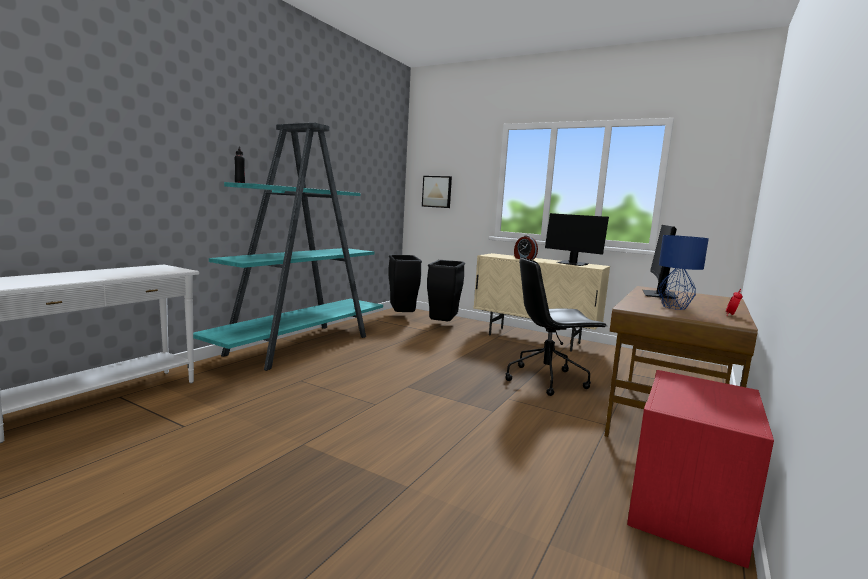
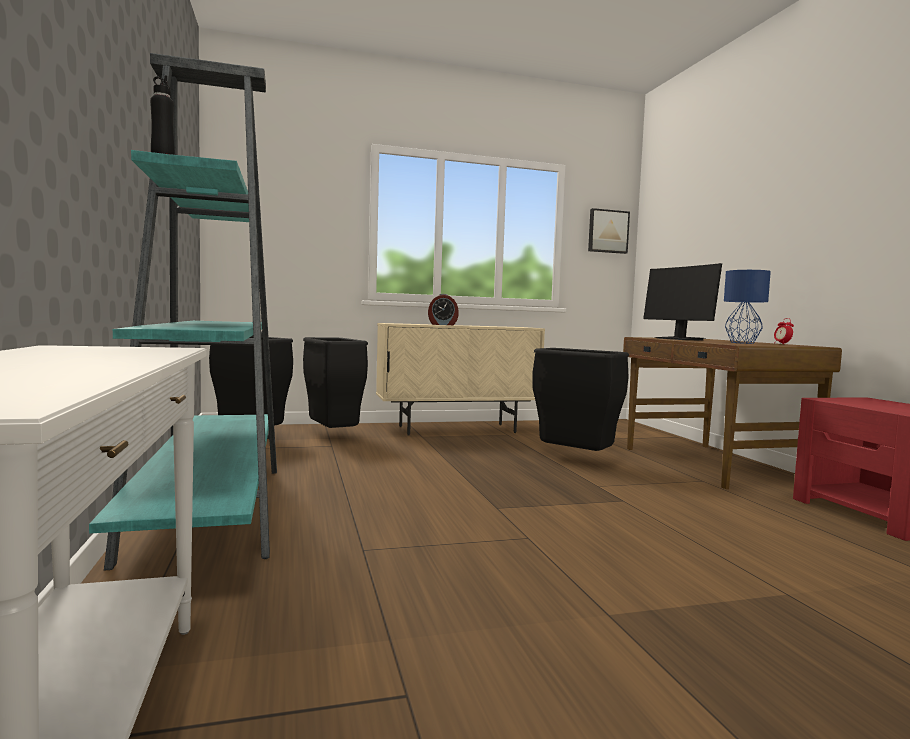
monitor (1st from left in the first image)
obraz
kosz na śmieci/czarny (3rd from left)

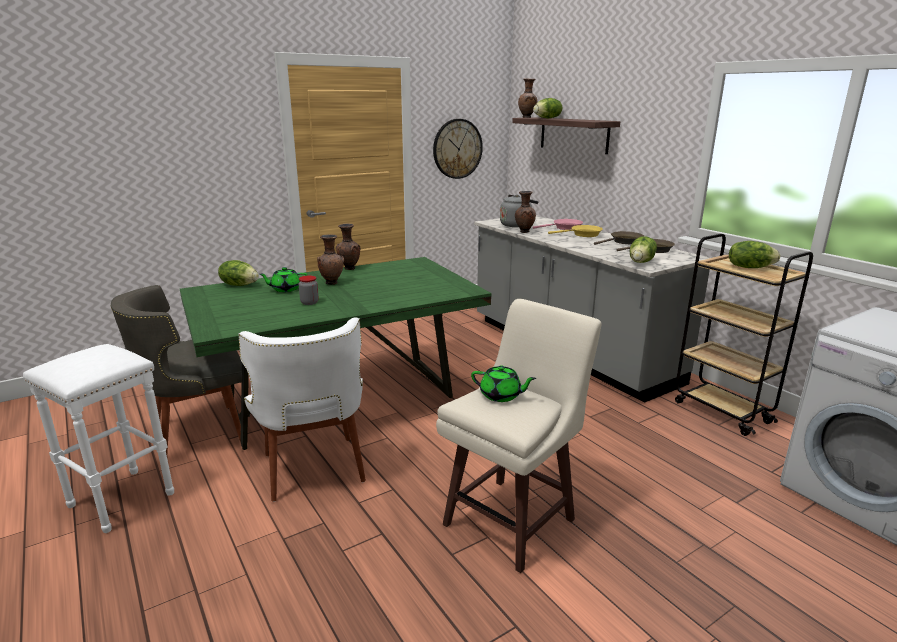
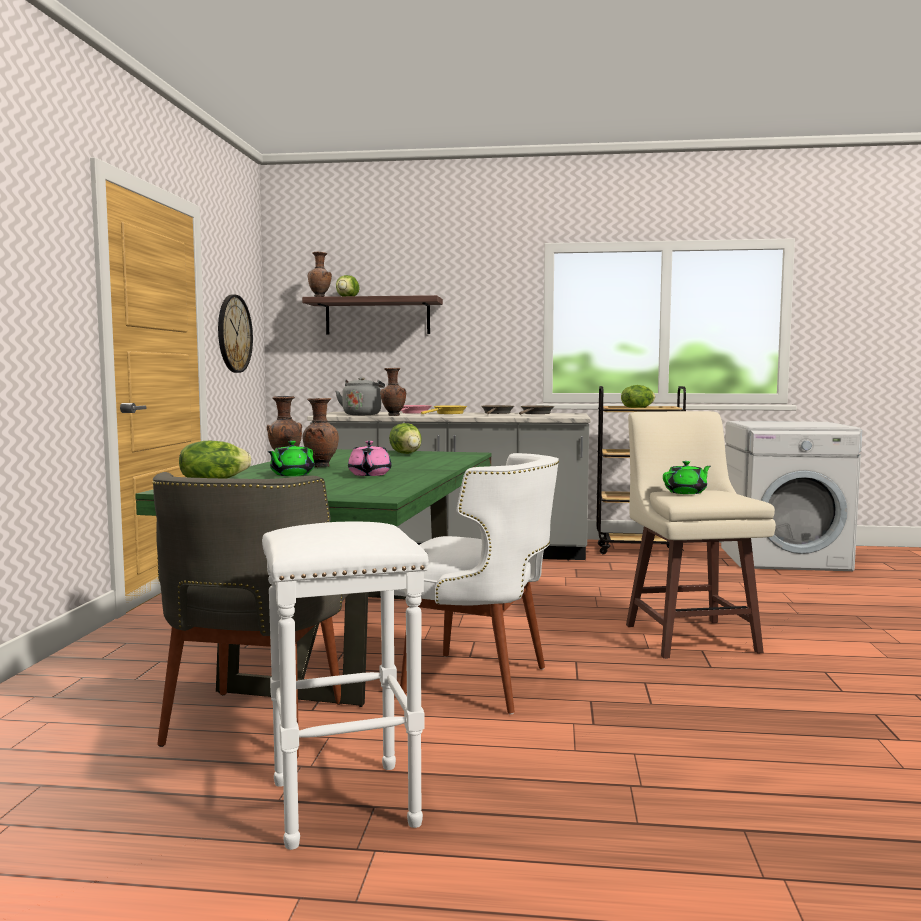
sałata (3rd from left)
imbryk/różowy

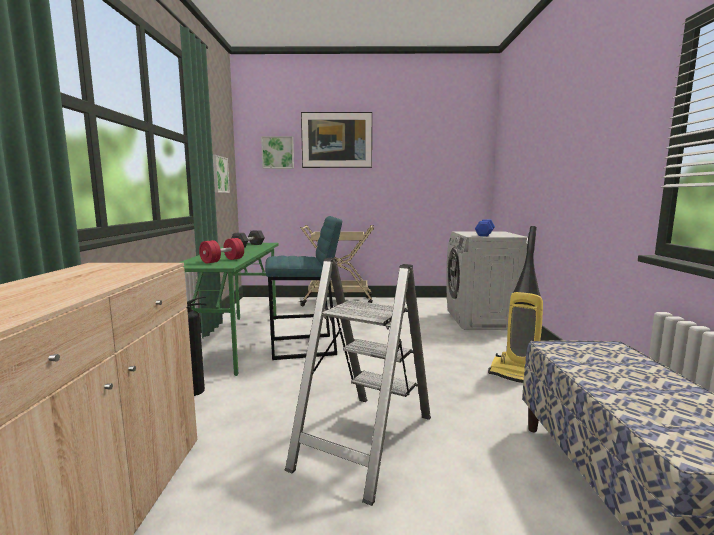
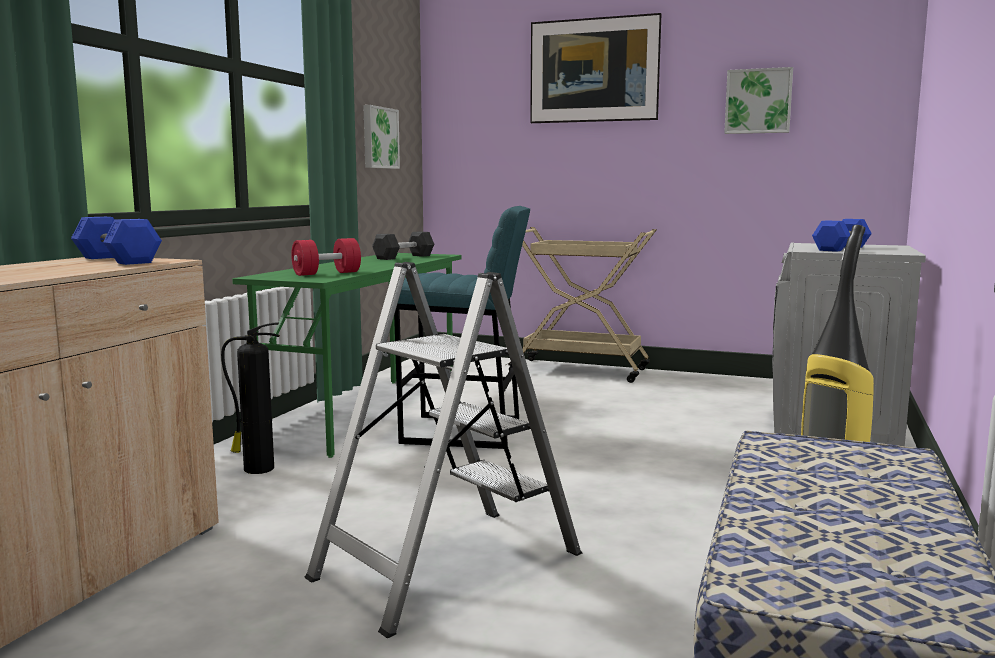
hantel/niebieski (1st from left)
obraz (3rd from left)

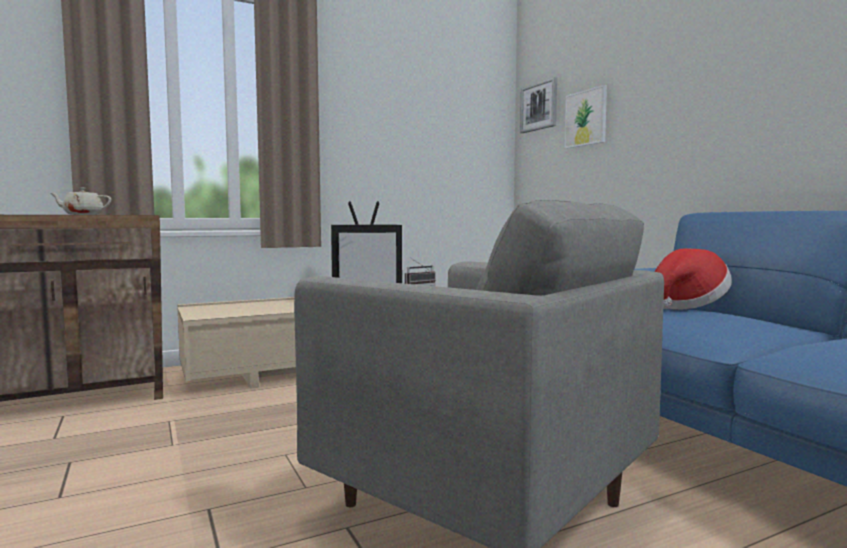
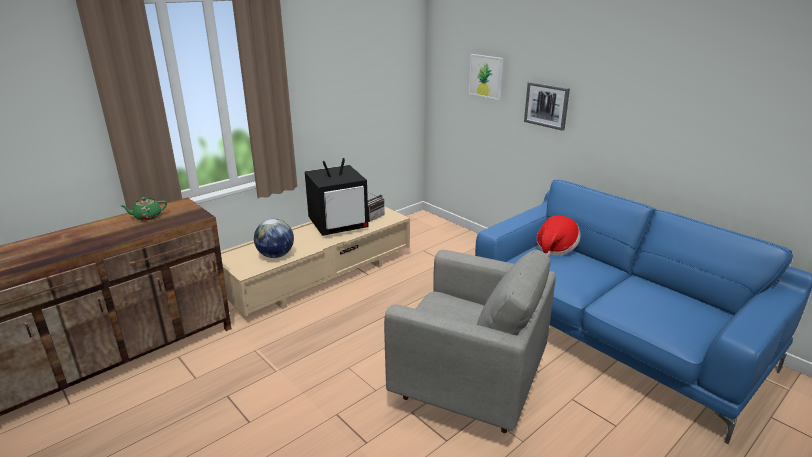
globus
obraz (2nd from left)
imbryk/zielony

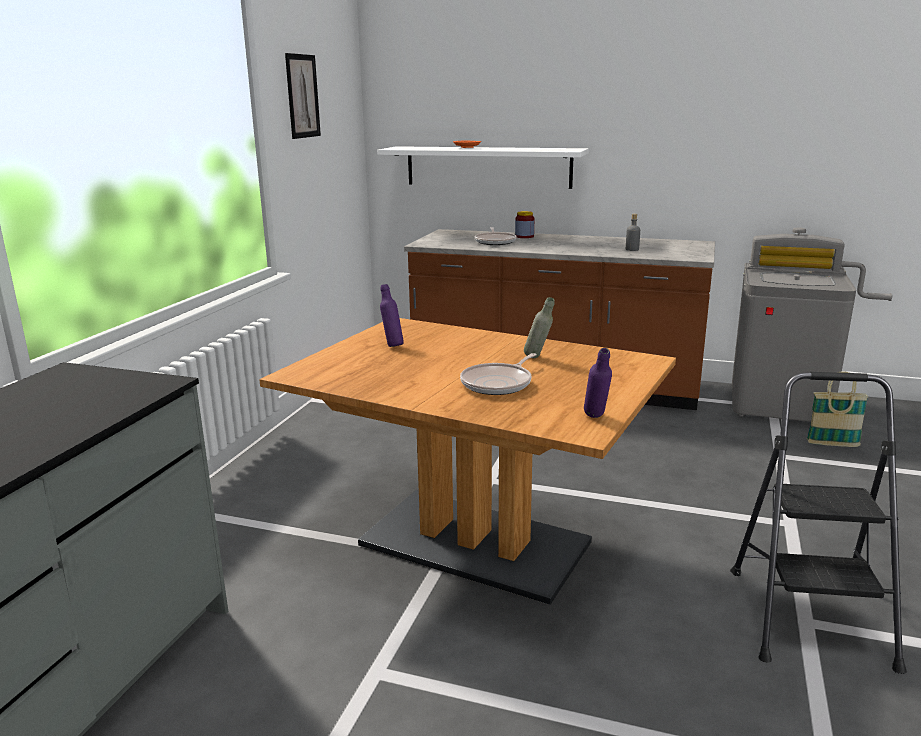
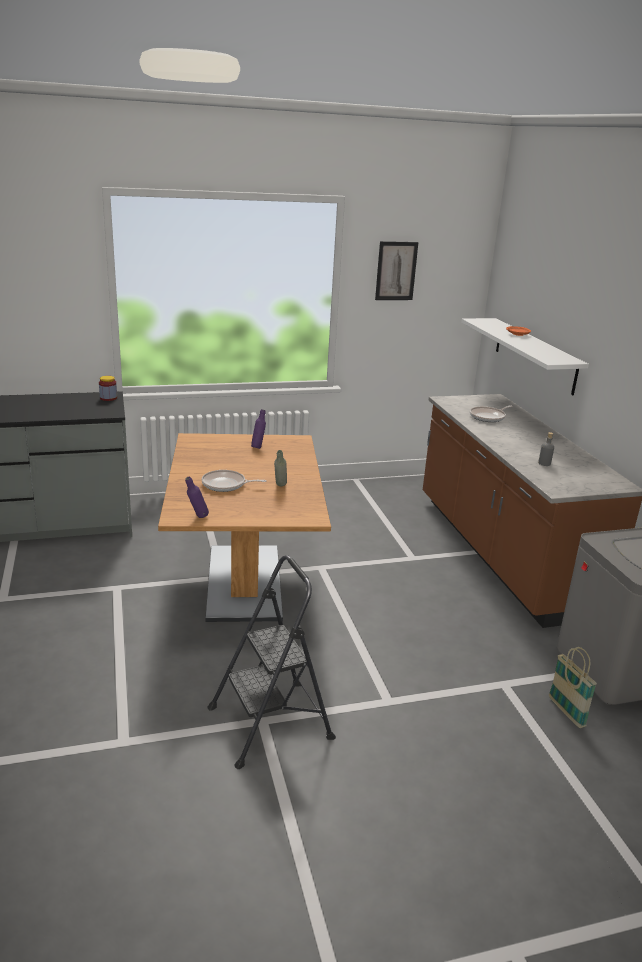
słoik

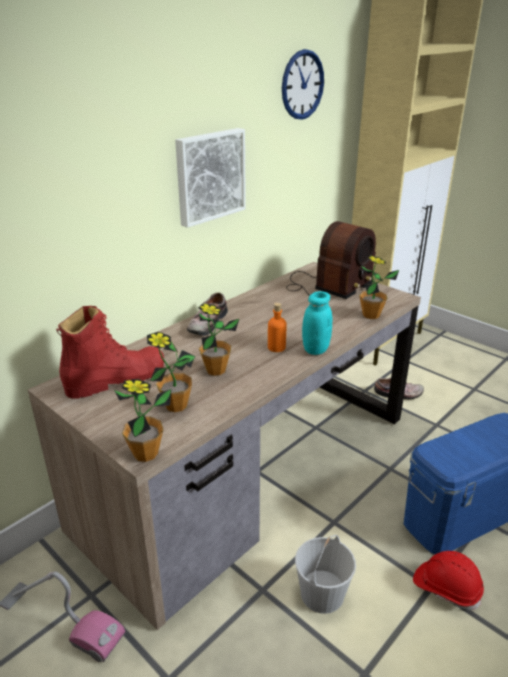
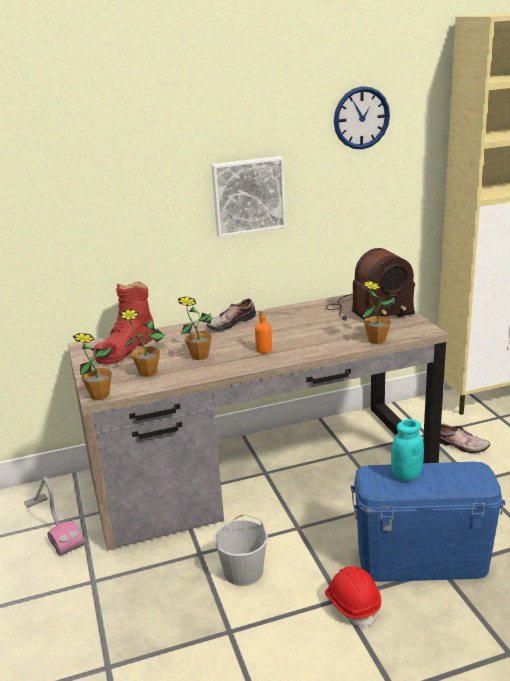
słoik/turkusowy
but z cholewką/czerwony

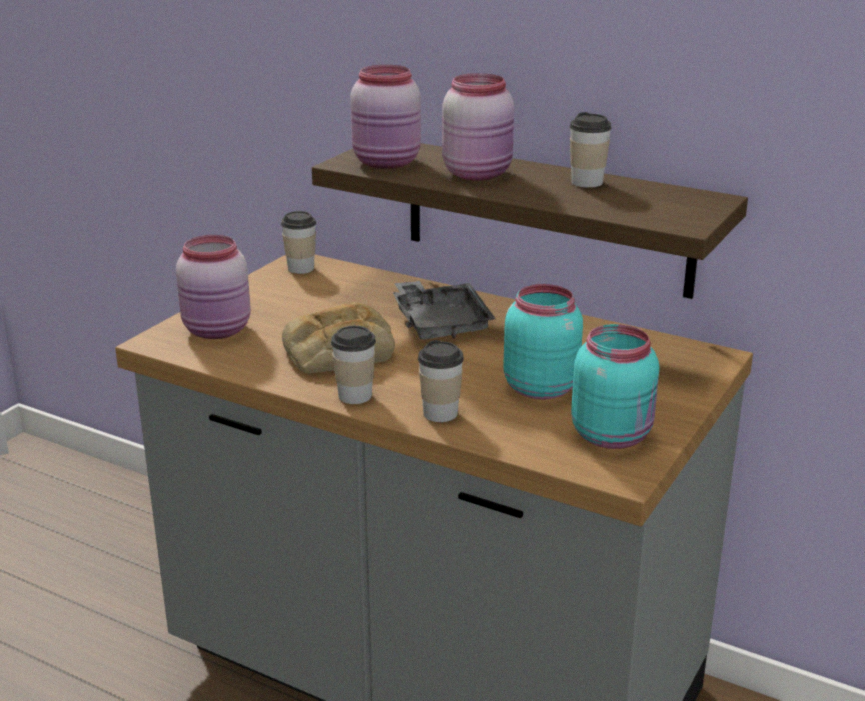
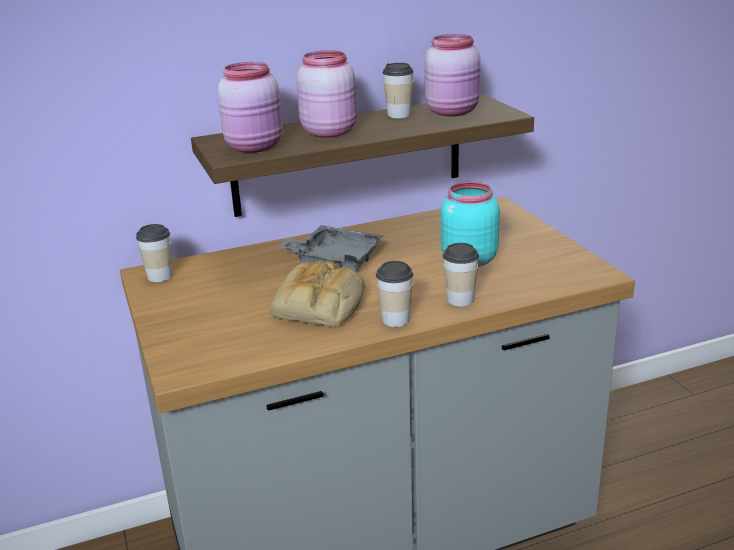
słoik/turkusowy (2nd from left in the first image)
słoik/różowy (3rd from left)

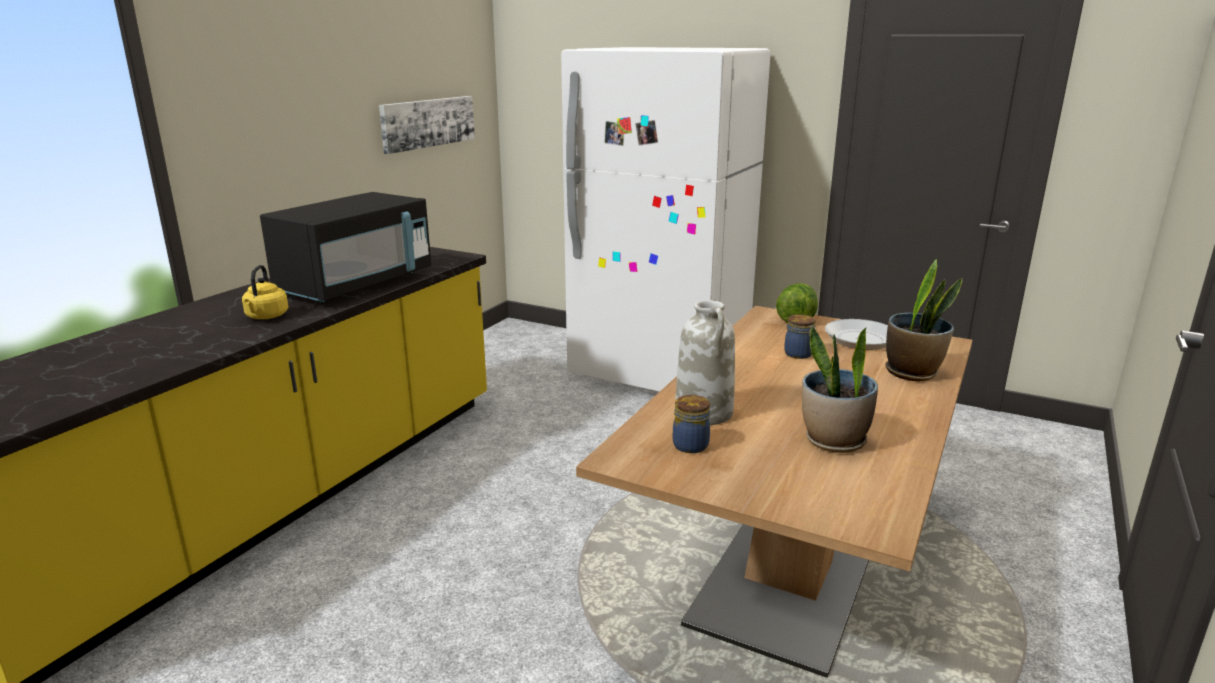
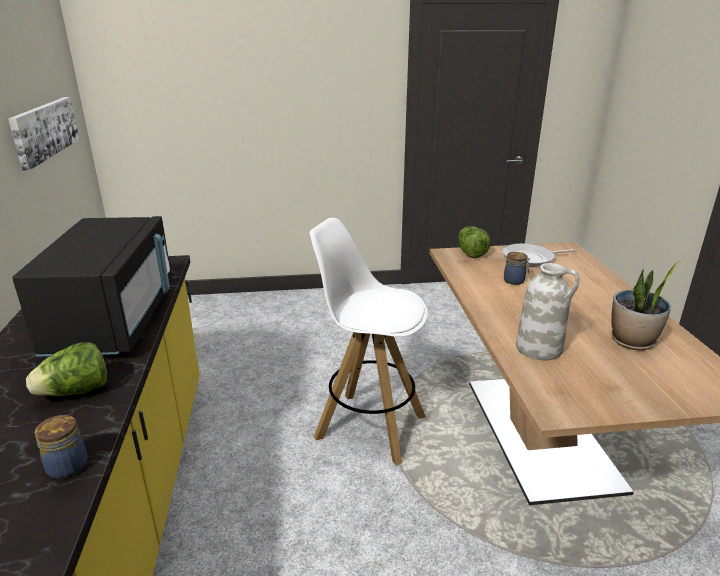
lodówka/biały
roślina doniczkowa (2nd from left in the first image)
stołek/biały
słoik (1st from left)
sałata (1st from left)

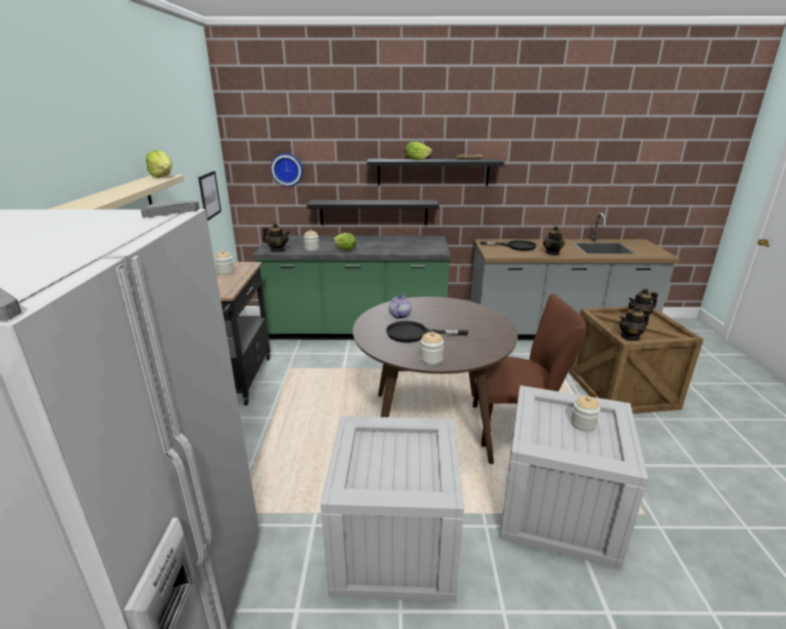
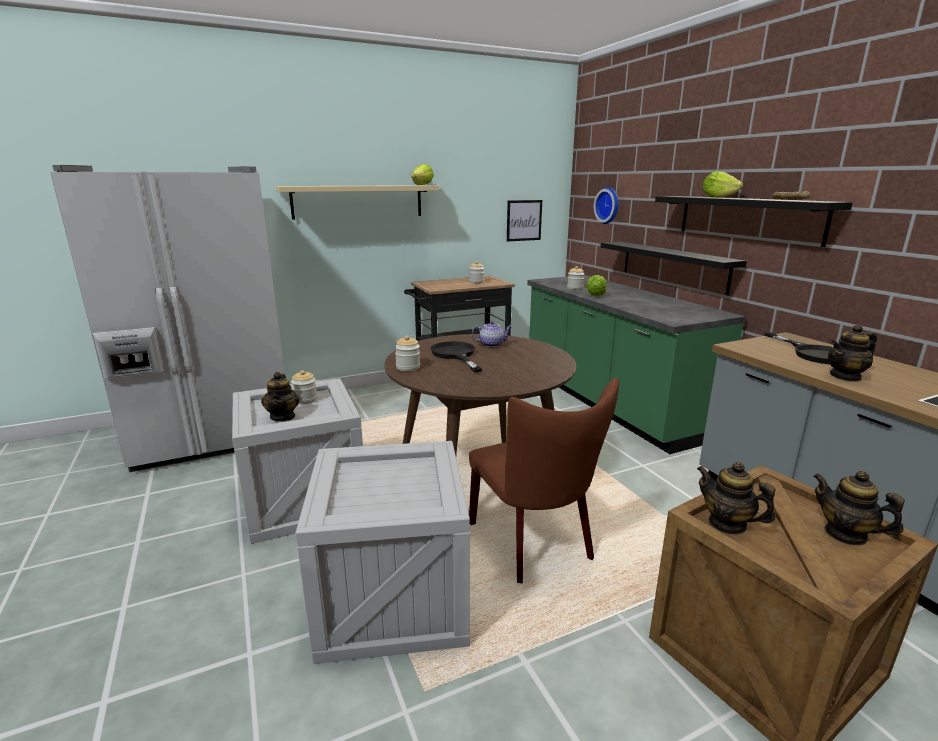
imbryk (1st from left)
słoik (1st from left)

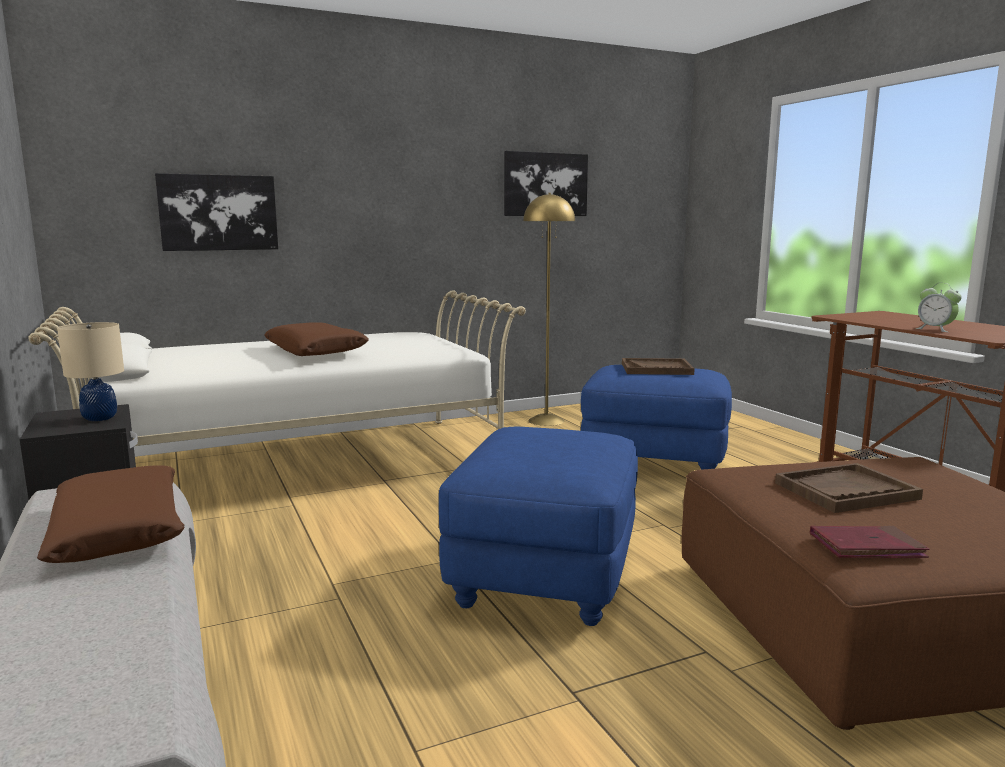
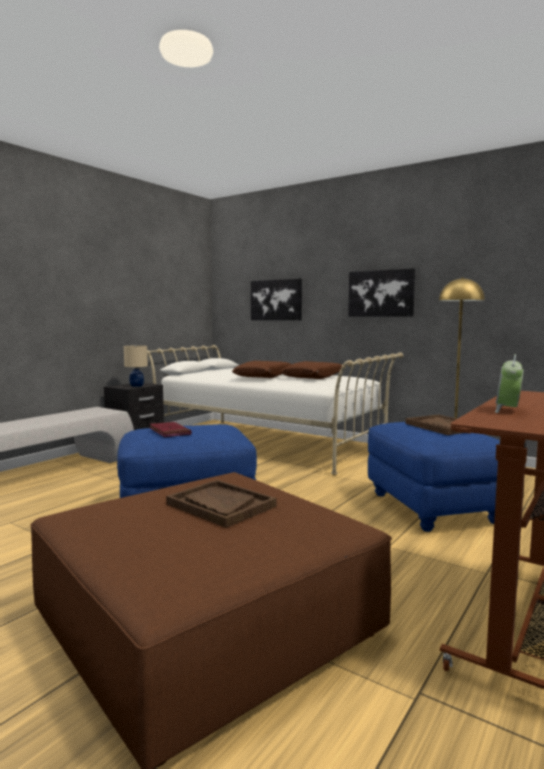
poduszka/brązowy (2nd from left)
obraz (2nd from left)
książka/czerwony

